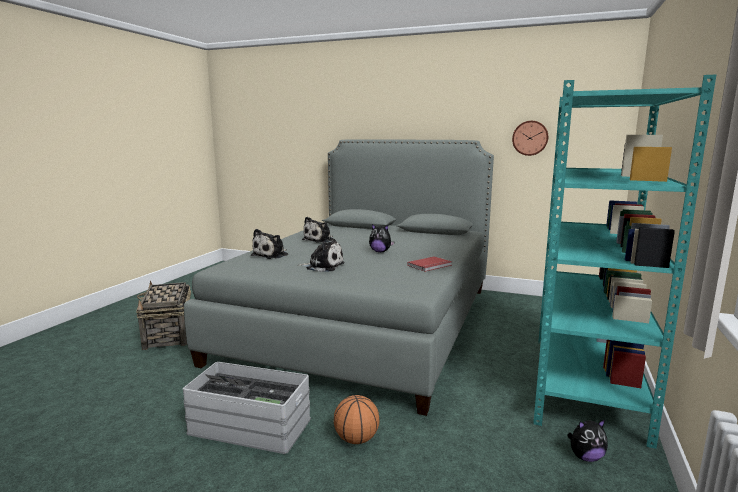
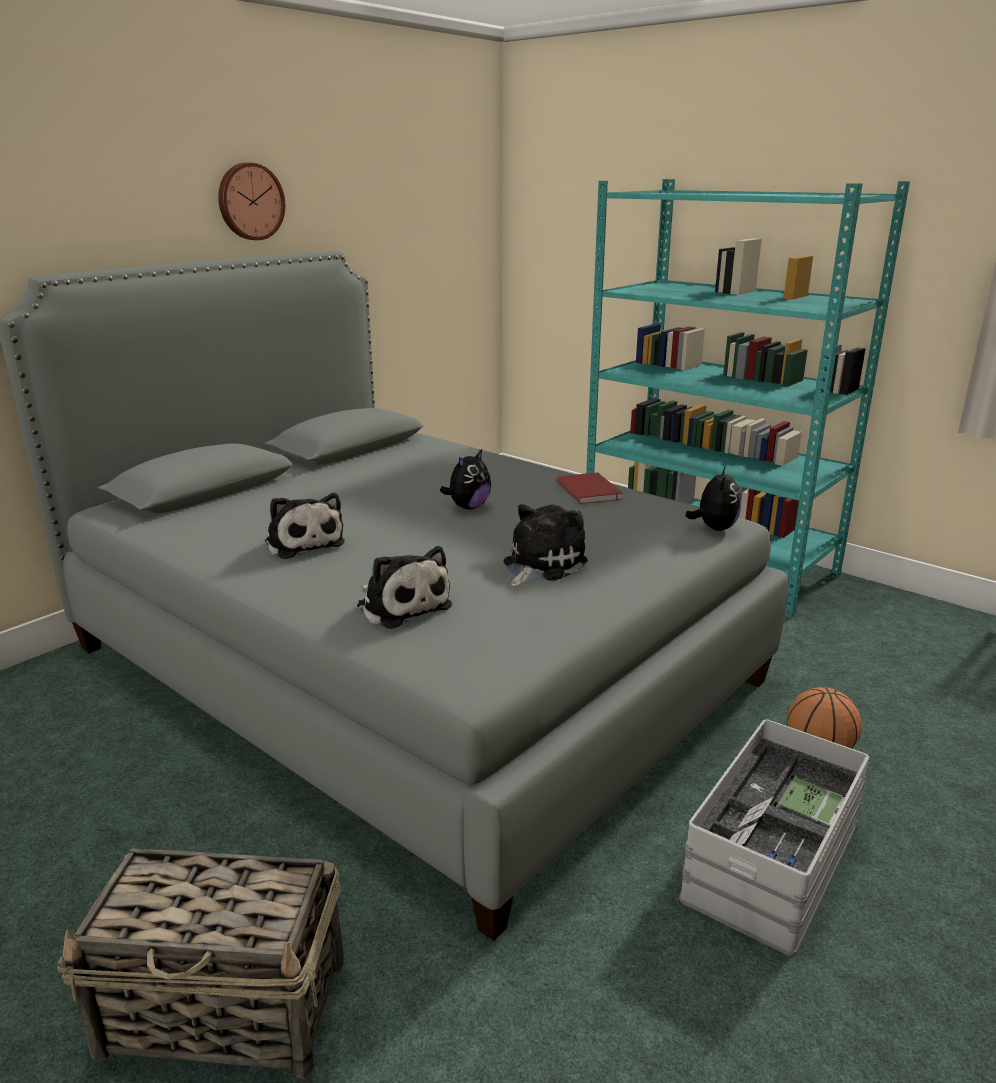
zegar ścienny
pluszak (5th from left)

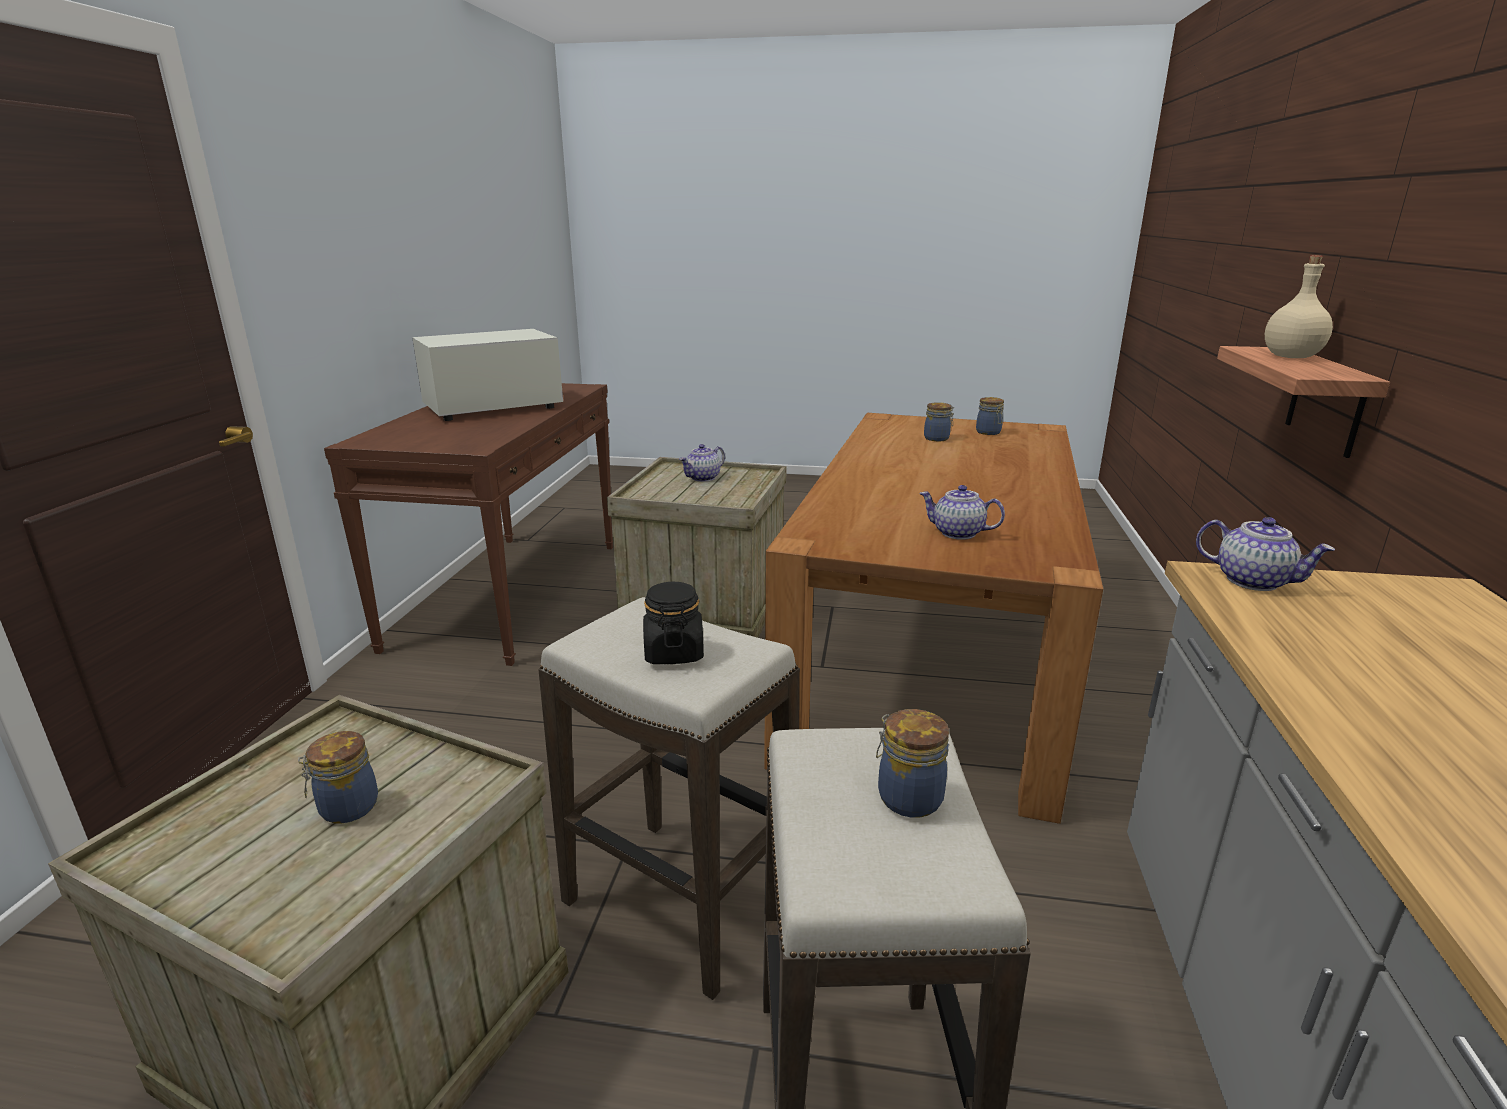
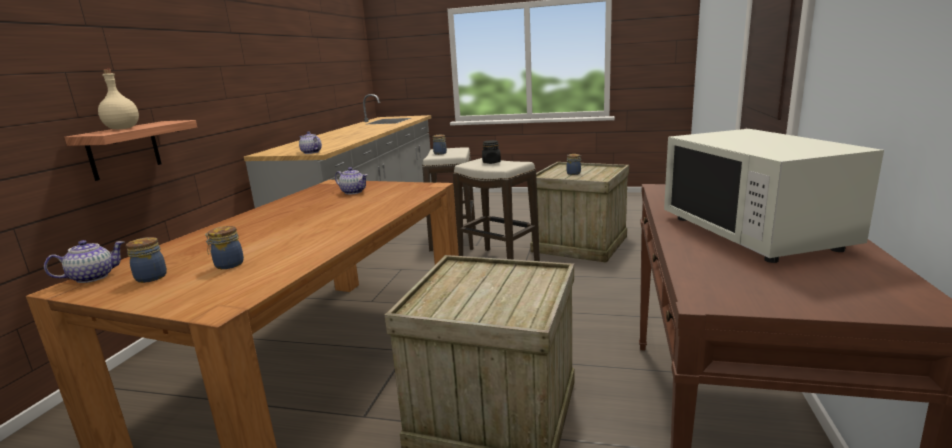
imbryk (1st from left)
mikrofalówka/biały

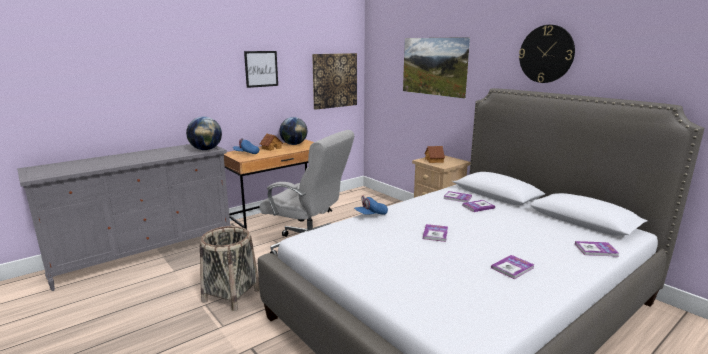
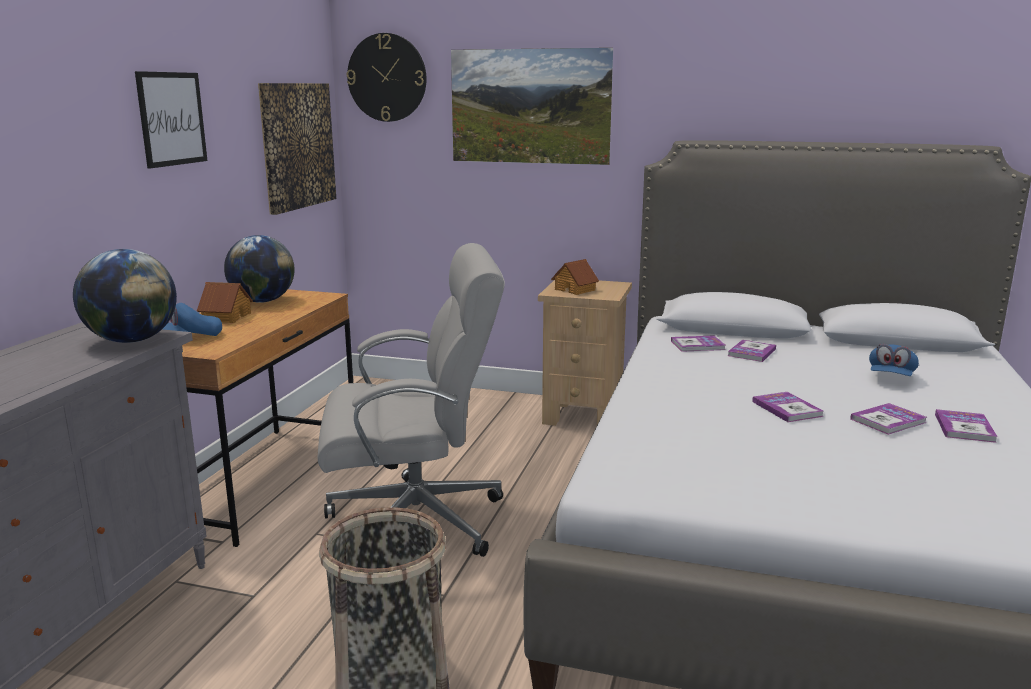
czapka z daszkiem/niebieski (2nd from left)
zegar ścienny
książka (4th from left)

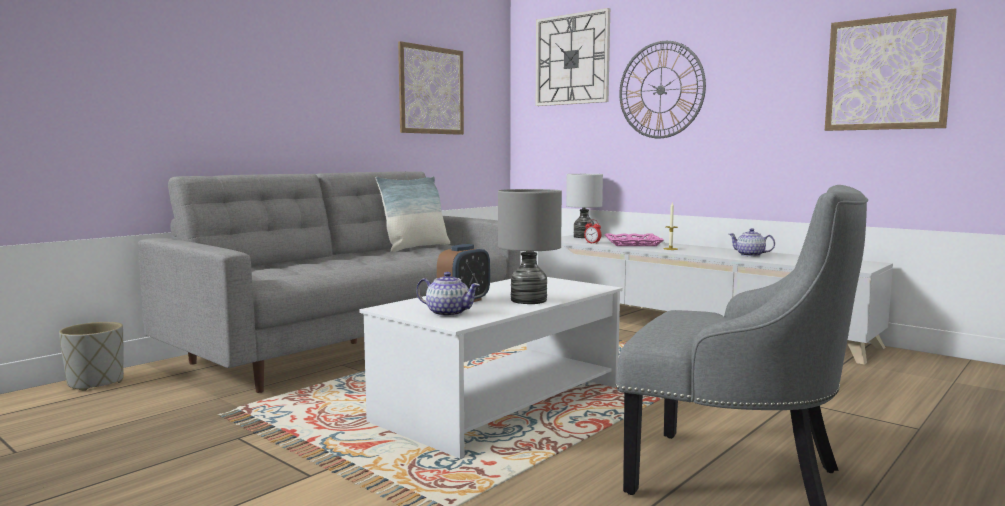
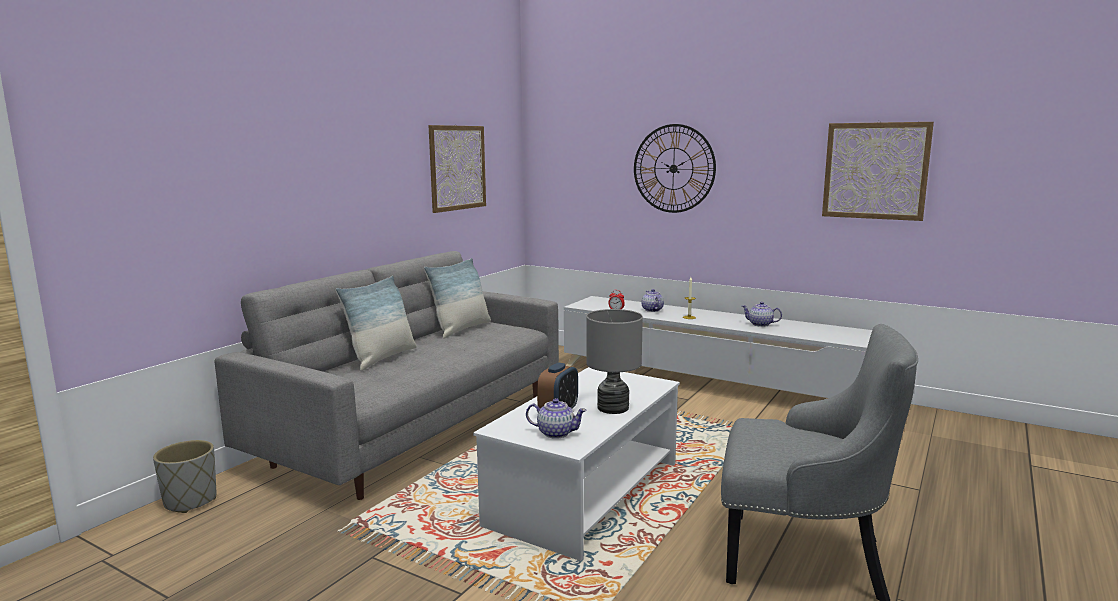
zegar ścienny (1st from left in the first image)
lampa stołowa/szary (2nd from left in the first image)
poduszka (1st from left)
imbryk (2nd from left)

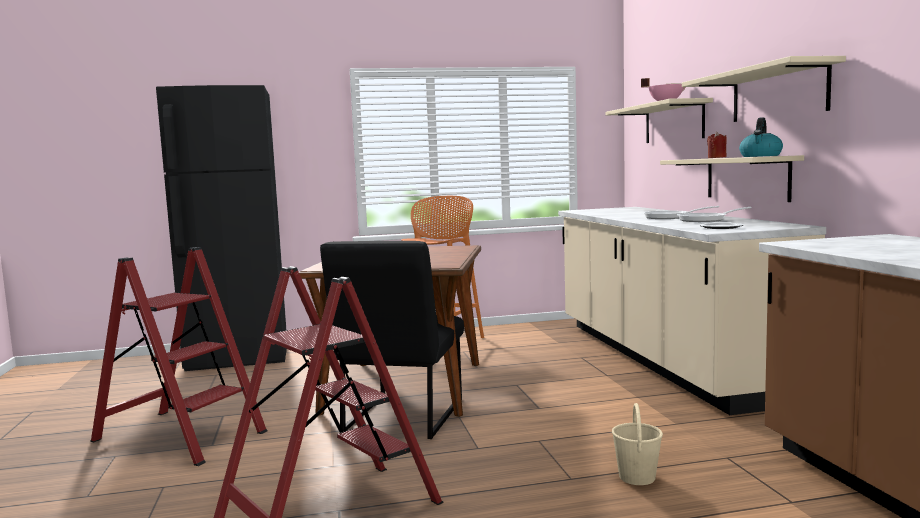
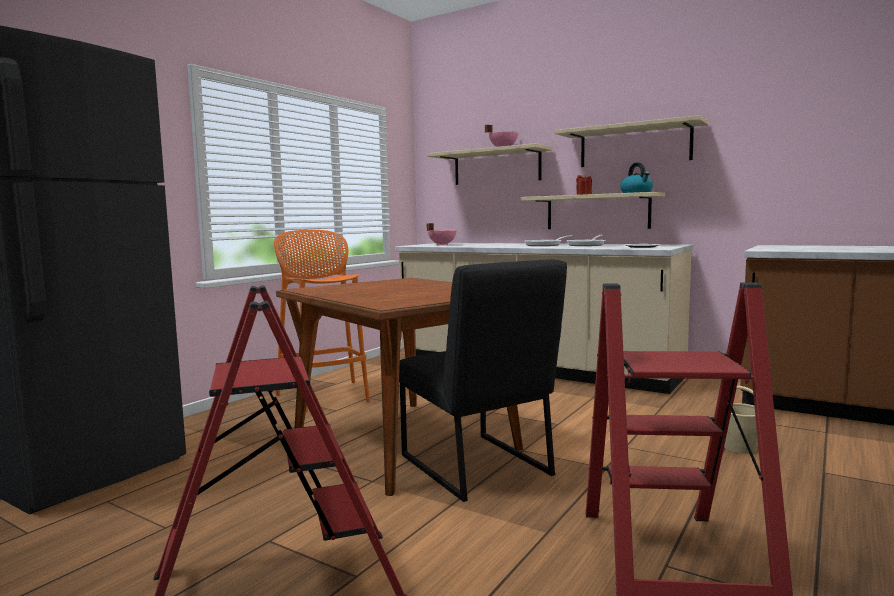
garnek/różowy (1st from left)

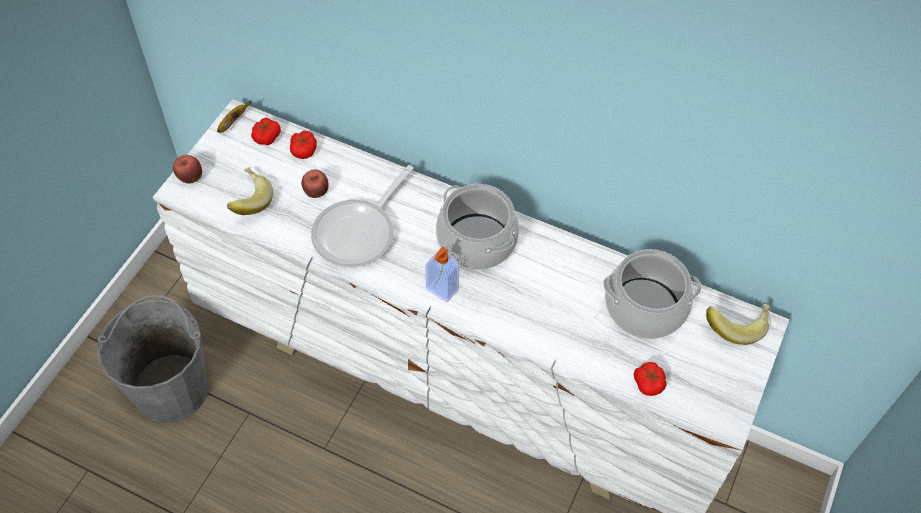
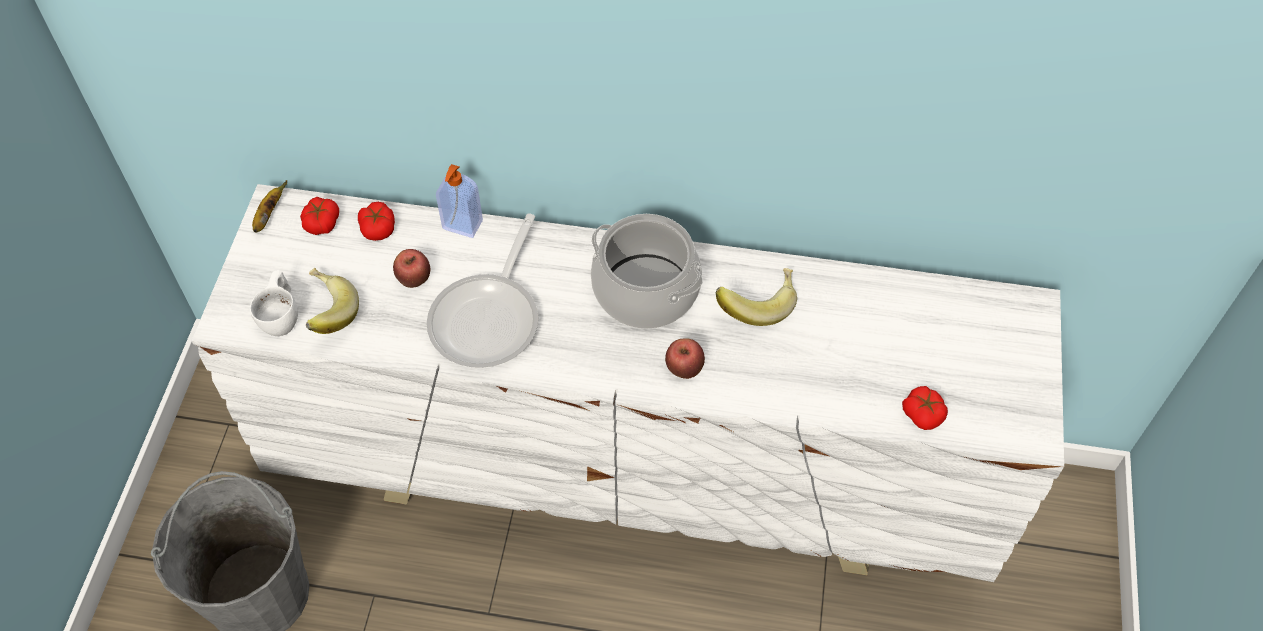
garnek (2nd from left in the first image)
filiżanka/biały
jabłko (2nd from left)
dozownik mydła
banan (3rd from left)

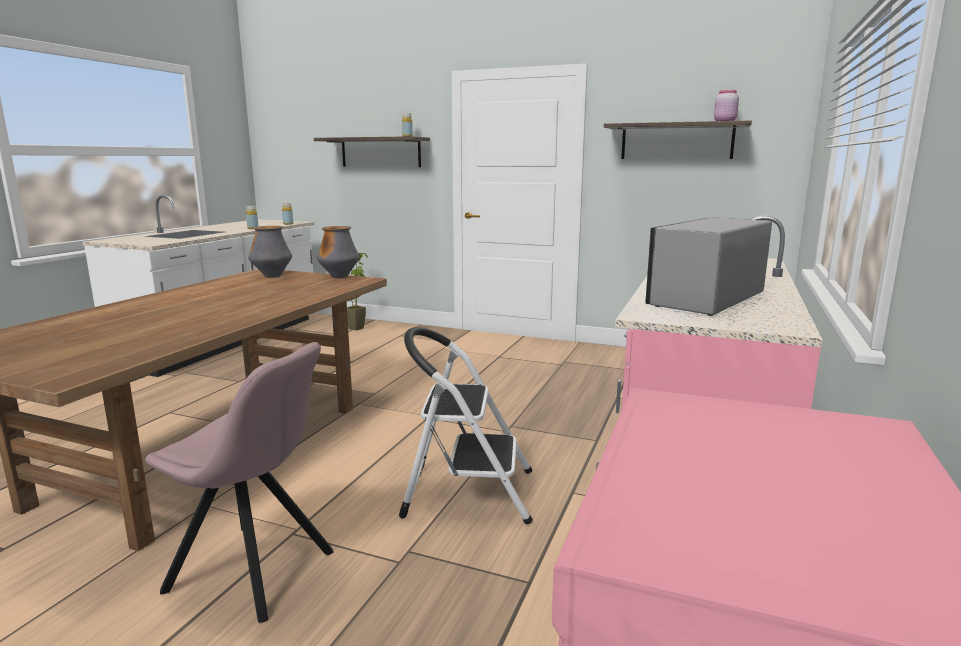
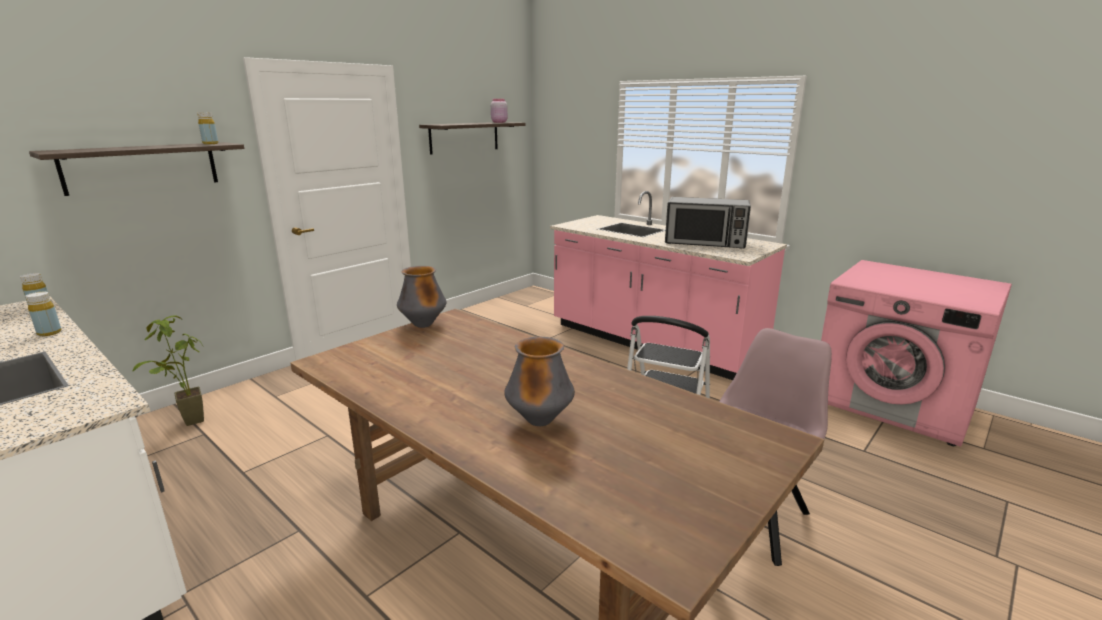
wazon (2nd from left)
mikrofalówka

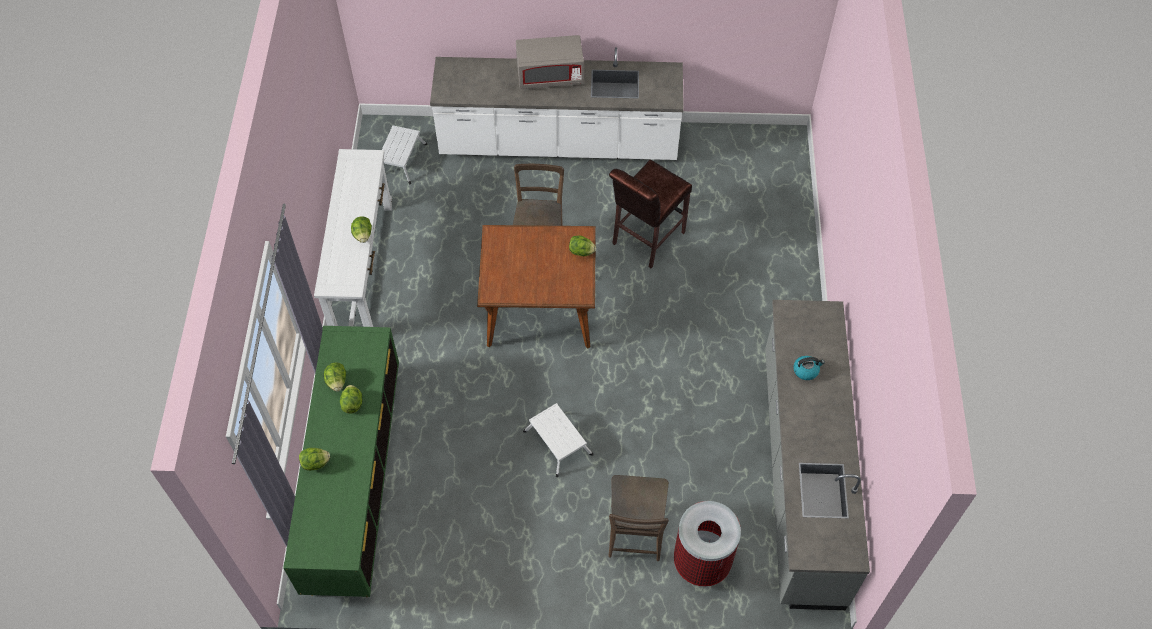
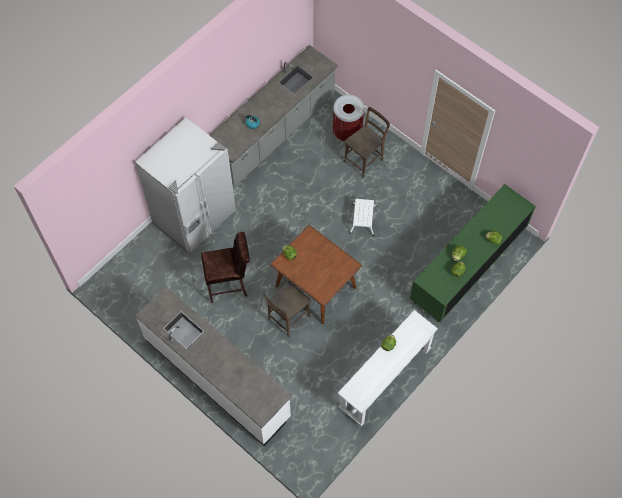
drabinka/biały (1st from left in the first image)
mikrofalówka/szary
lodówka/biały

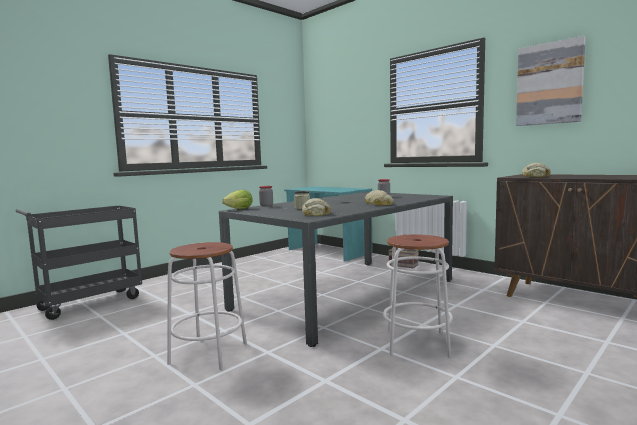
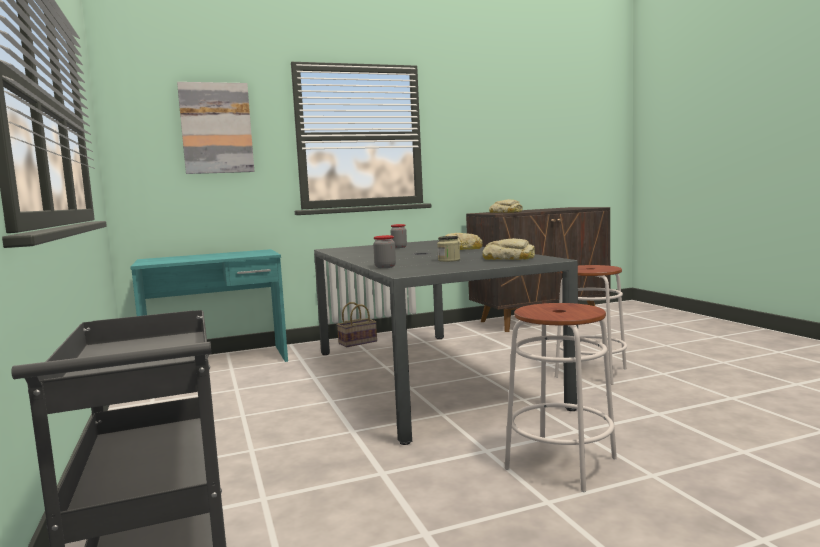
sałata
obraz

